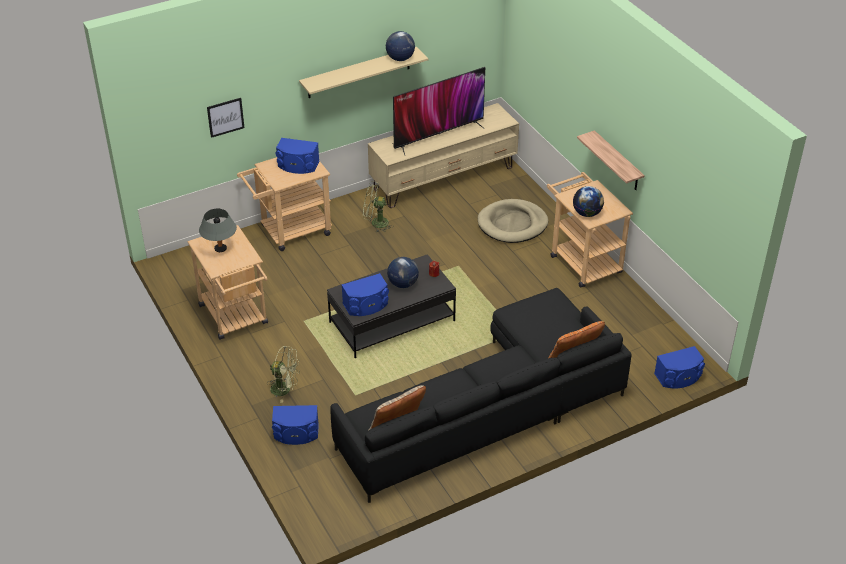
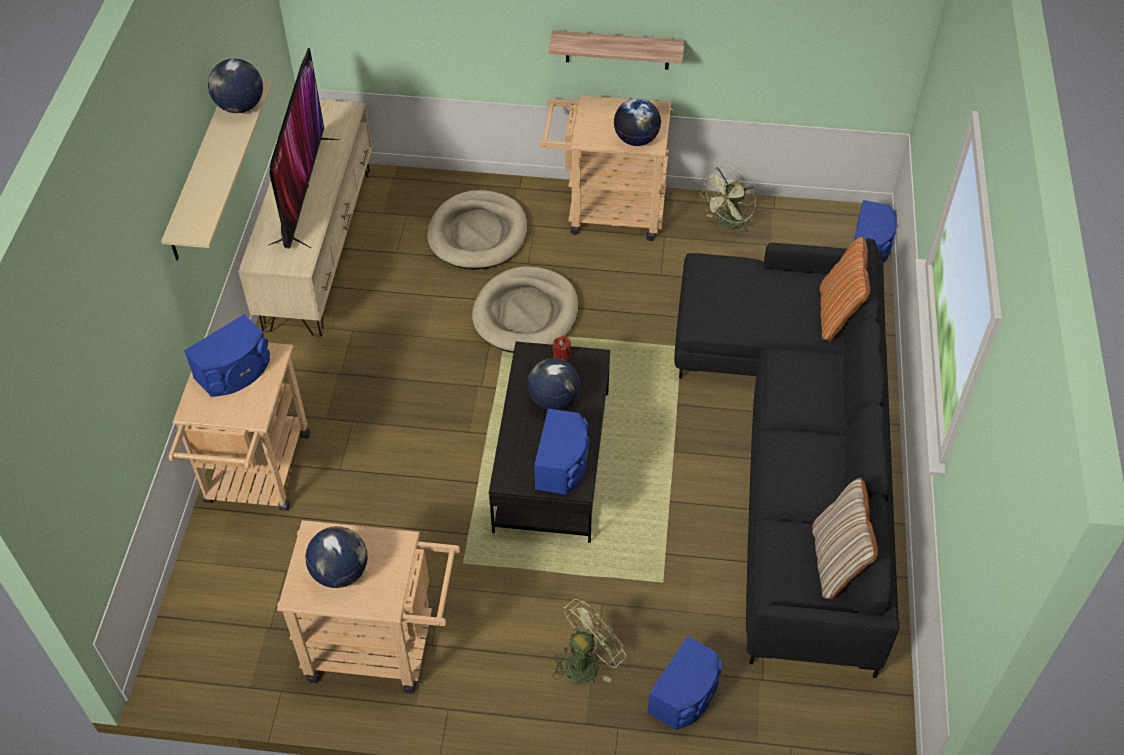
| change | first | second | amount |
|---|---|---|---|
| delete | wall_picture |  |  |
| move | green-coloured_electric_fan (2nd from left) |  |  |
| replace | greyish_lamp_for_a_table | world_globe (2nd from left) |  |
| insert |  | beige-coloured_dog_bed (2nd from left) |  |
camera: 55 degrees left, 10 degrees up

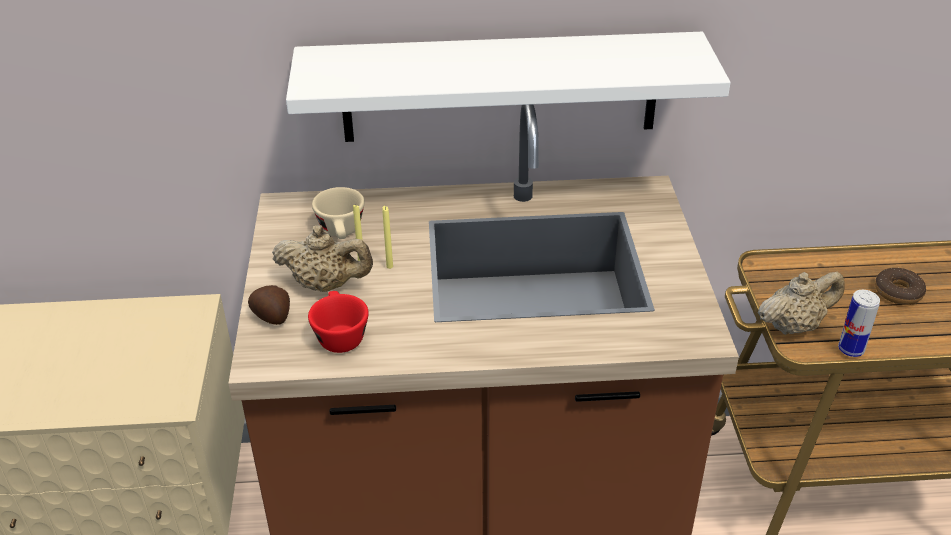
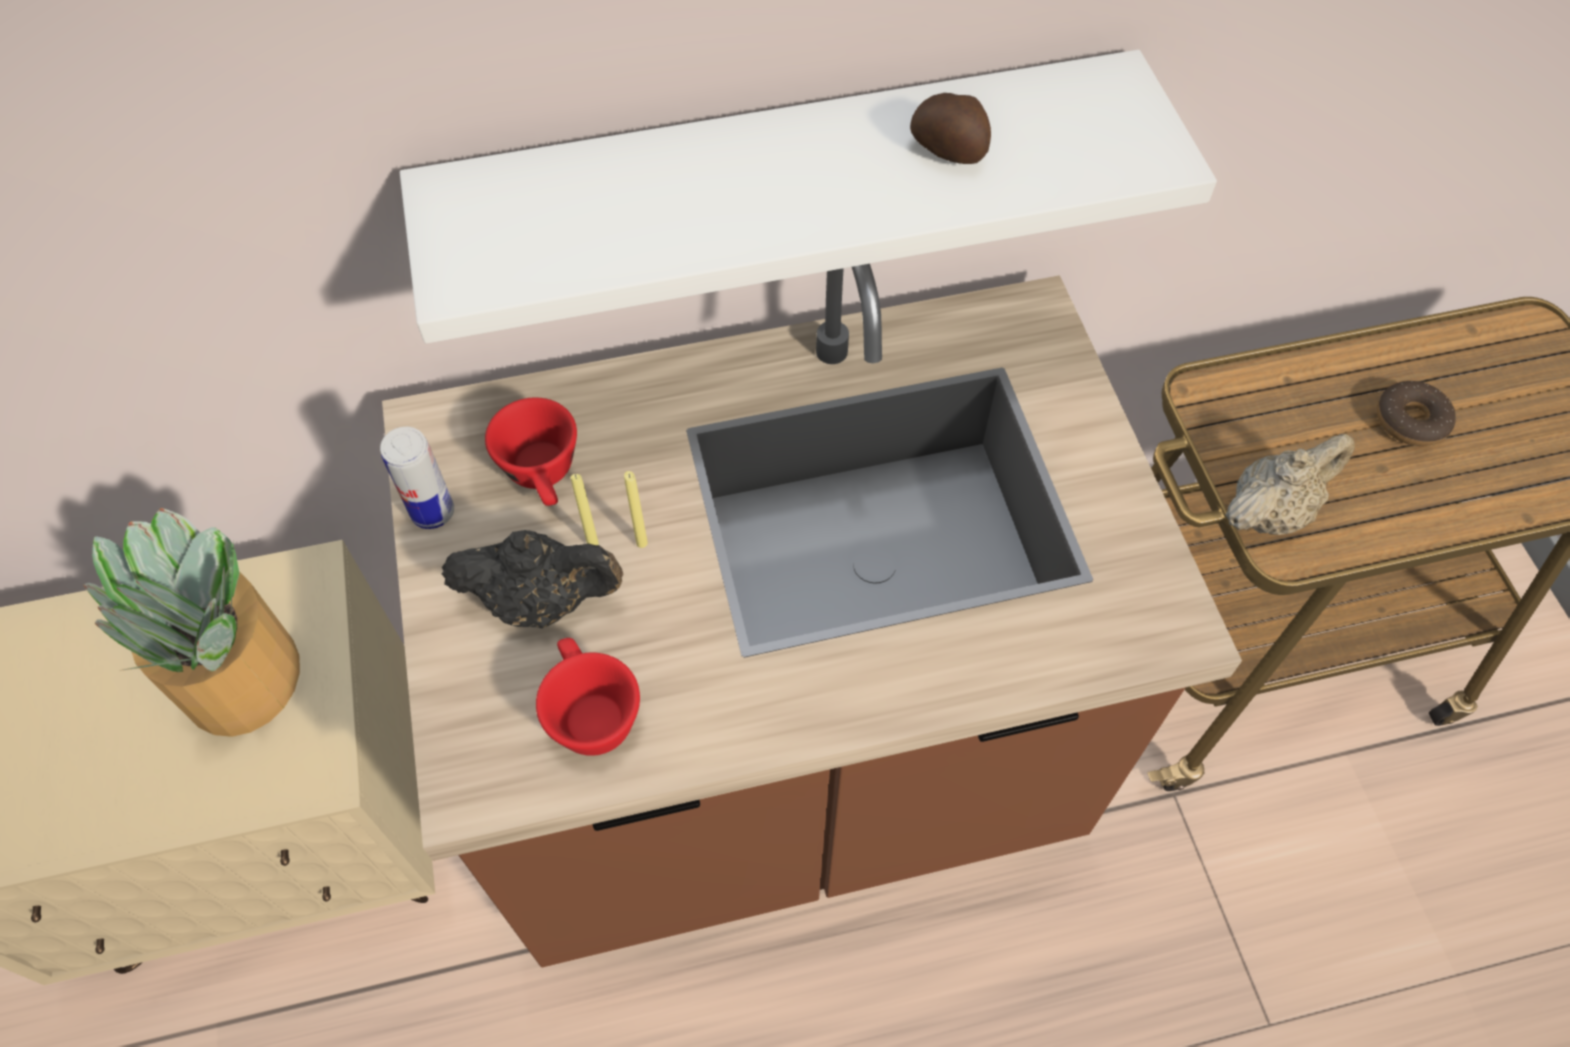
| change | first | second | amount |
|---|---|---|---|
| recolor | beige-coloured_cup | red-coloured_cup (1st from left) |  |
| recolor | beige-coloured_tea_pot (1st from left) | black-coloured_tea_pot |  |
| move | whole_potato |  |  |
| move | sealed_can |  |  |
| insert |  | houseplant |  |
camera: 10 degrees left, 20 degrees up

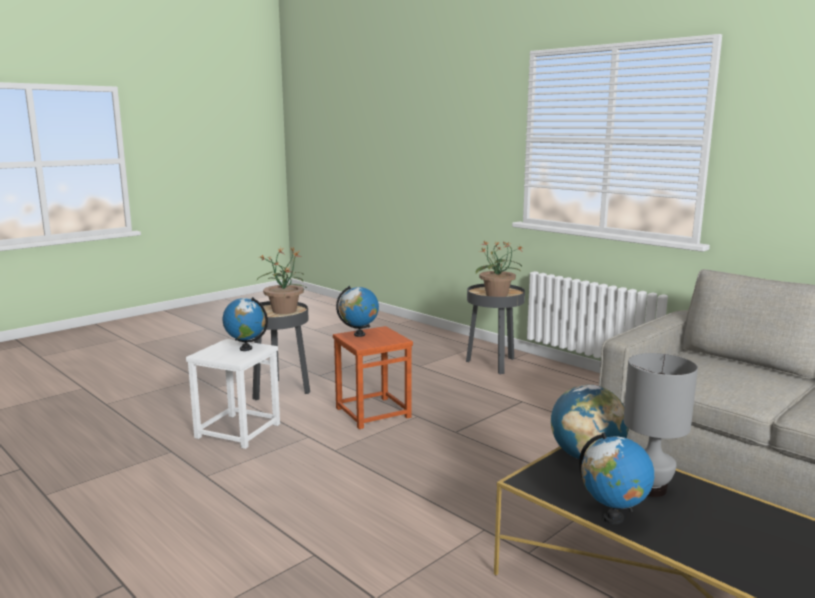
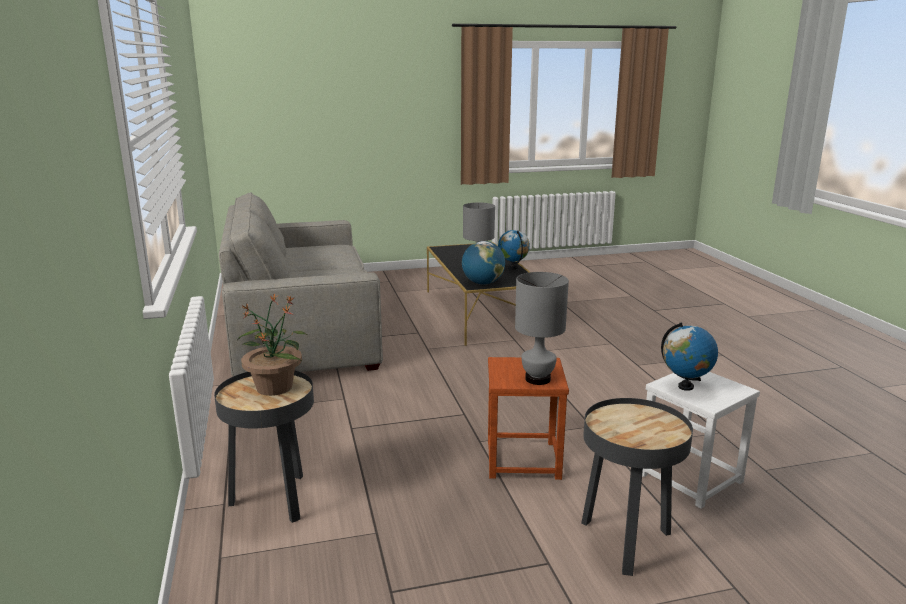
| change | first | second | amount |
|---|---|---|---|
| delete | houseplant (1st from left) |  |  |
| replace | world_globe (2nd from left) | greyish_lamp_for_a_table (2nd from left) |  |
camera: 150 degrees left, 5 degrees up

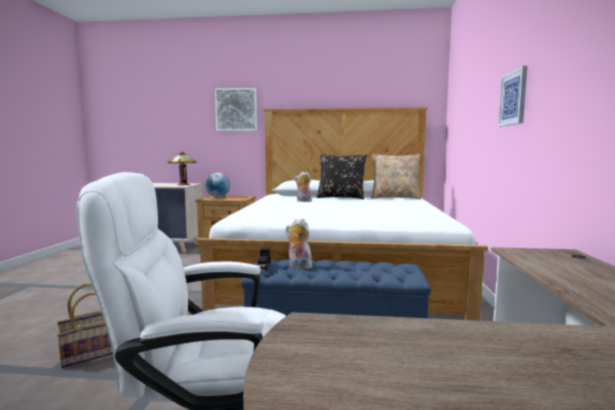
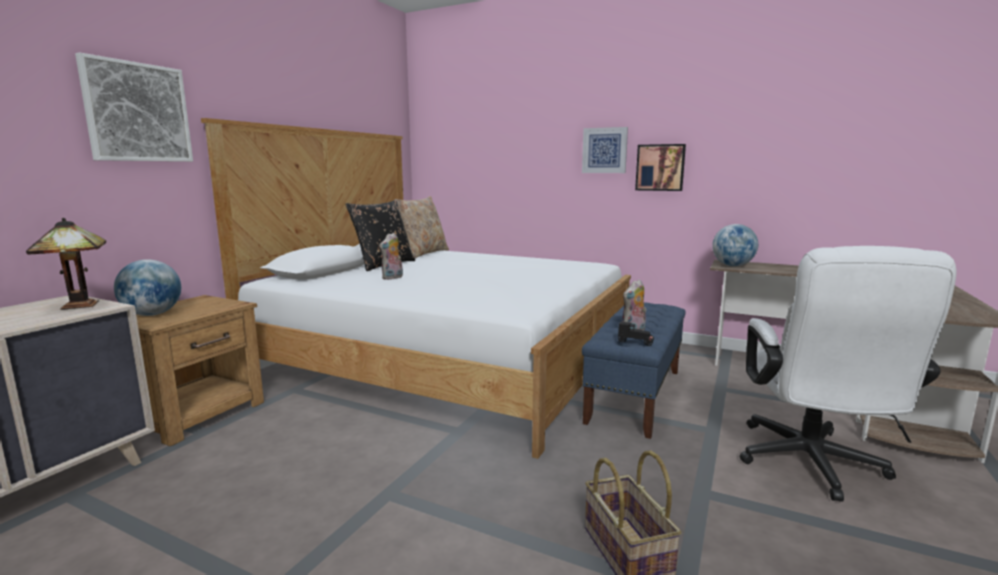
| change | first | second | amount |
|---|---|---|---|
| insert |  | wall_picture (3rd from left) |  |
| insert |  | world_globe (2nd from left) |  |
camera: 70 degrees left, 5 degrees up

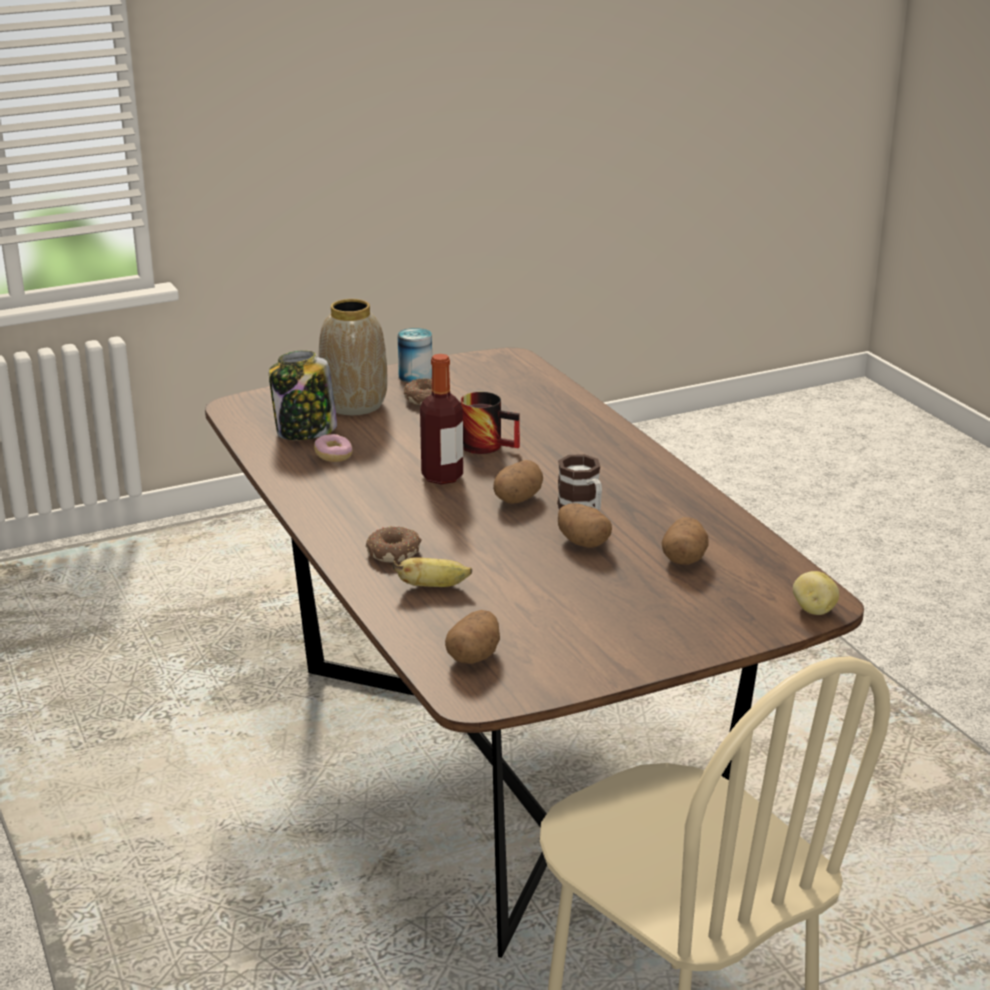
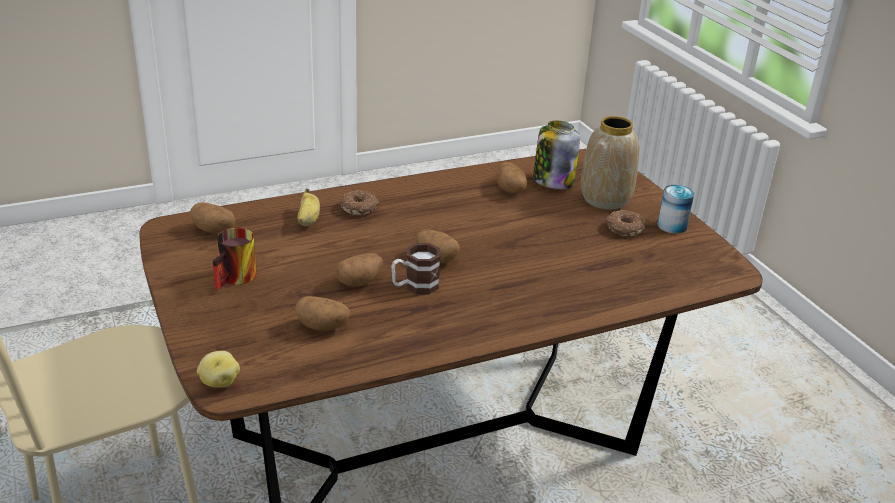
| change | first | second | amount |
|---|---|---|---|
| delete | beverage_bottle |  |  |
| move | coffee_mug (1st from left) |  |  |
| replace | ring_doughnut (1st from left) | whole_potato (6th from left) |  |
camera: 90 degrees right, 5 degrees up

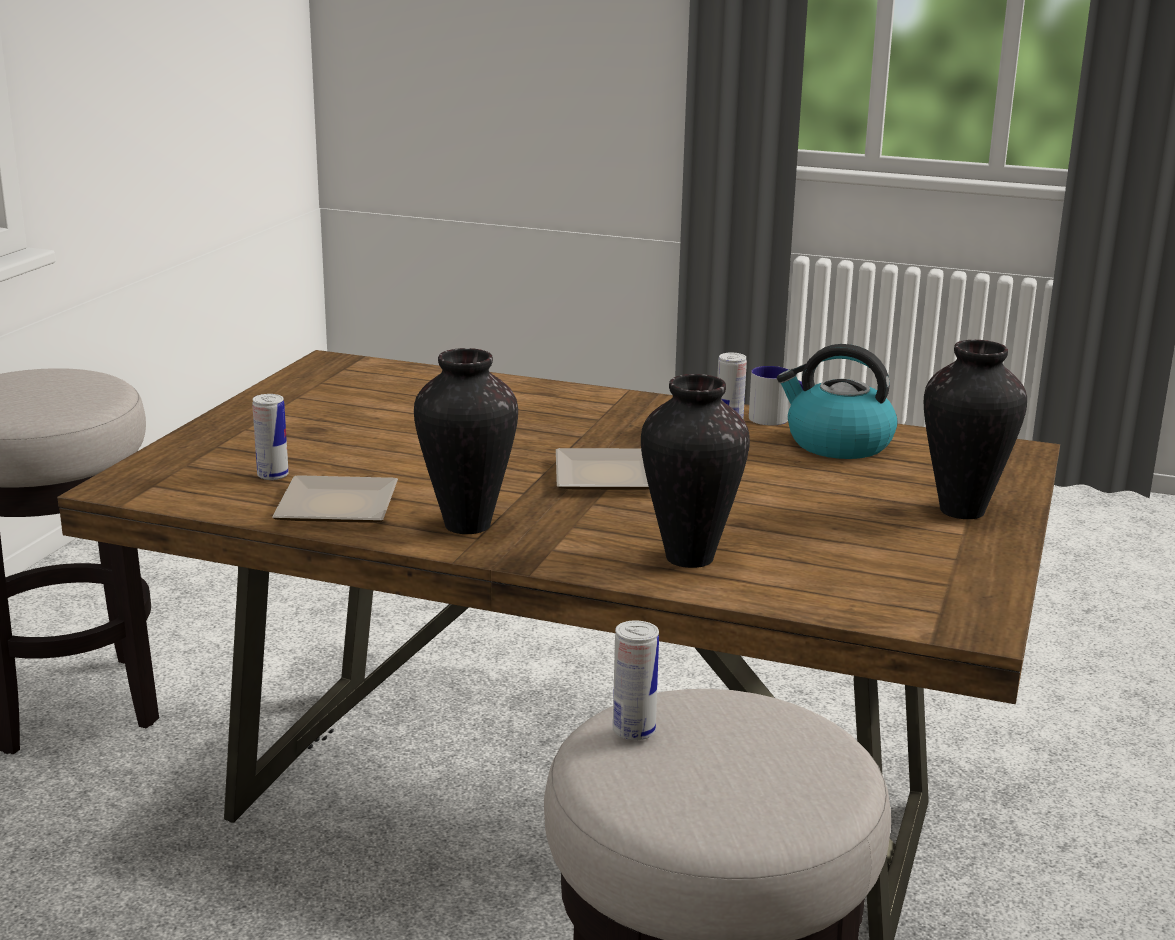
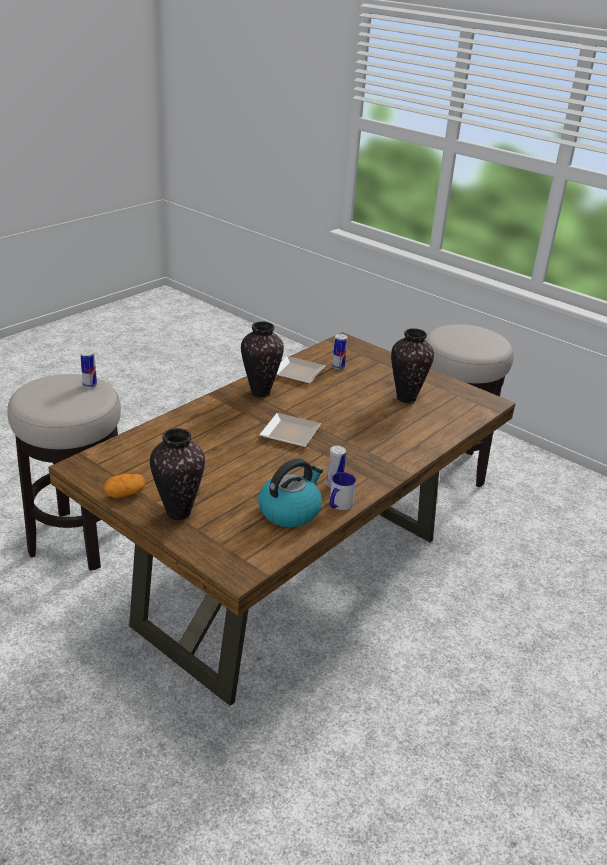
| change | first | second | amount |
|---|---|---|---|
| move | vase (2nd from left in the first image) | vase (3rd from left) |  |
| insert |  | whole_potato |  |
camera: 110 degrees right, 10 degrees up

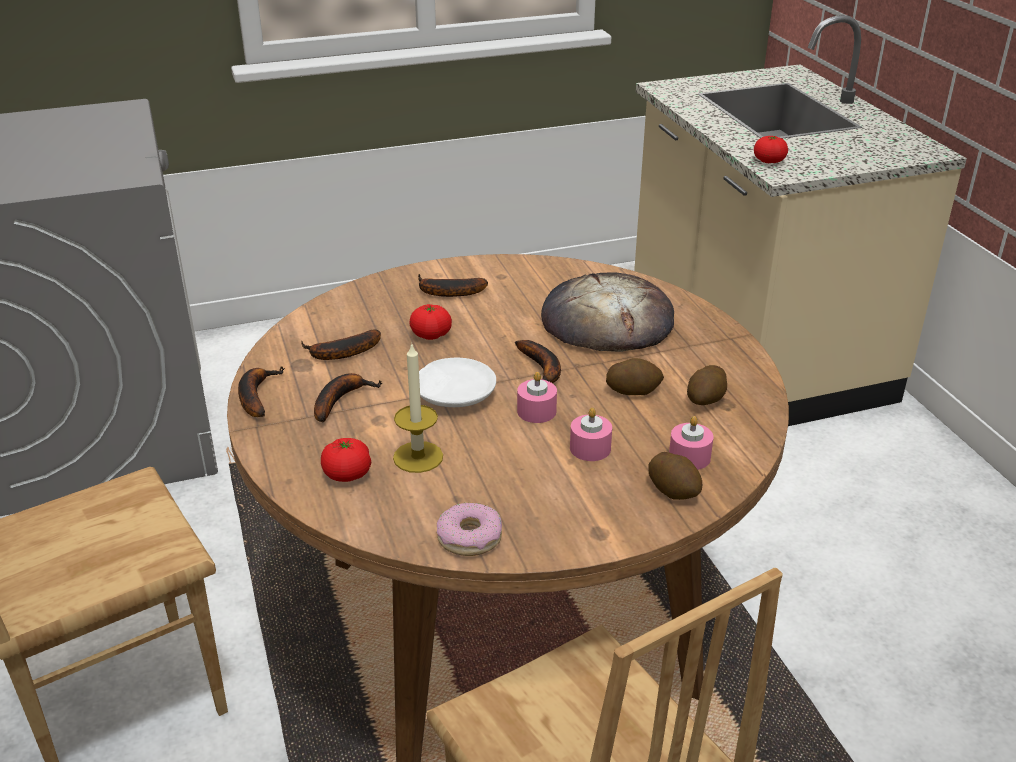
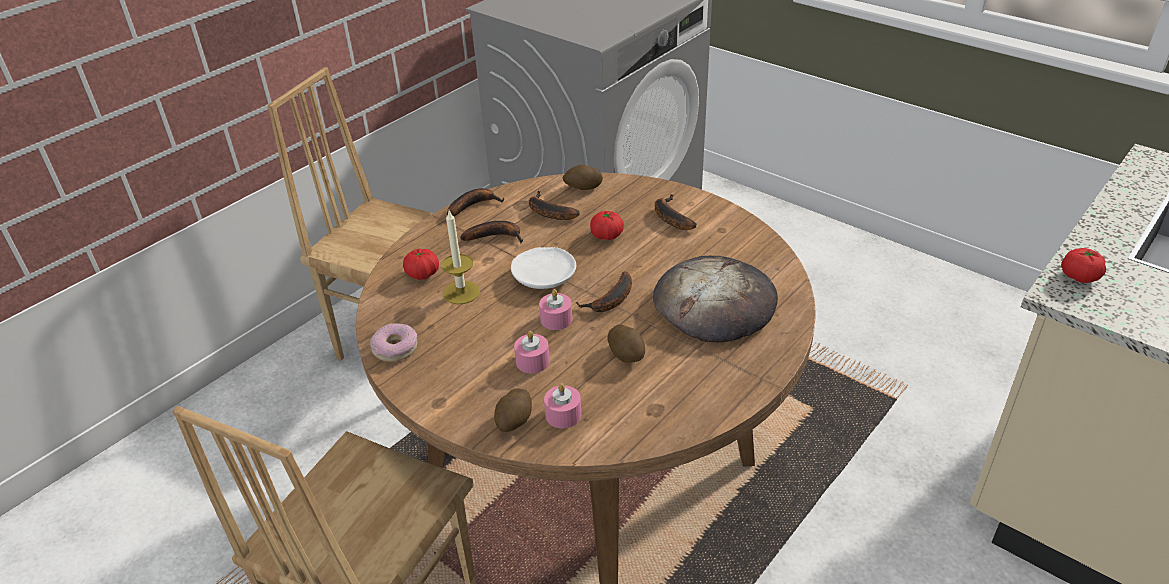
| change | first | second | amount |
|---|---|---|---|
| move | whole_potato (3rd from left in the first image) | whole_potato (2nd from left) |  |
camera: 60 degrees right, 5 degrees up

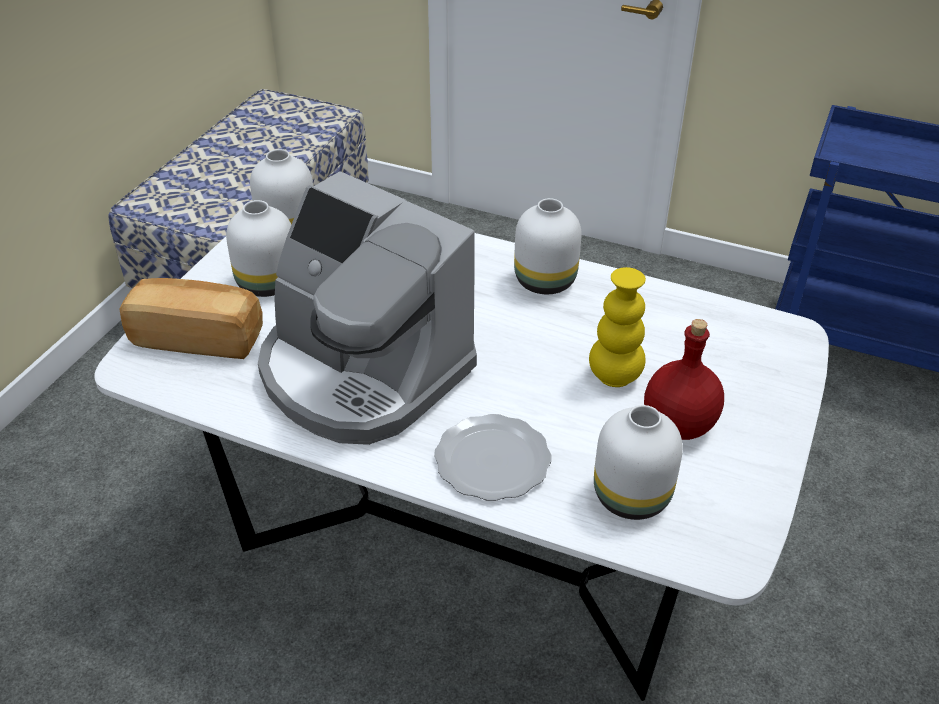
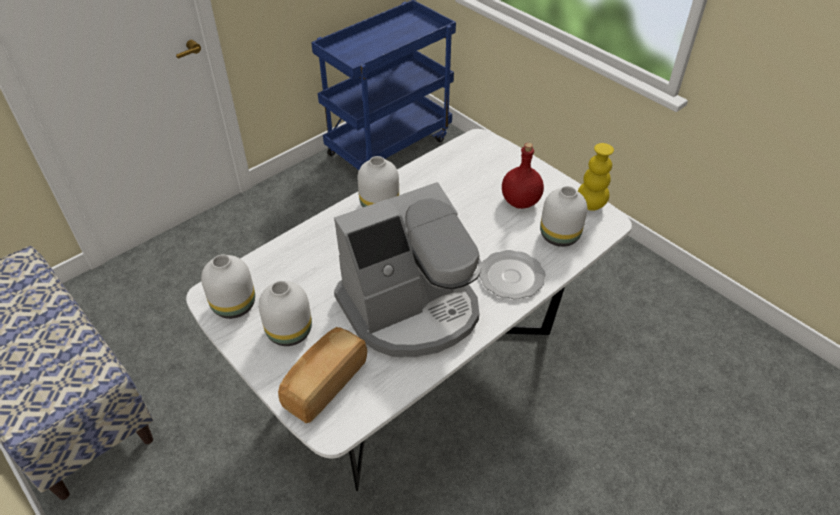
| change | first | second | amount |
|---|---|---|---|
| move | yellow_vase |  |  |
camera: 65 degrees left, 5 degrees up

